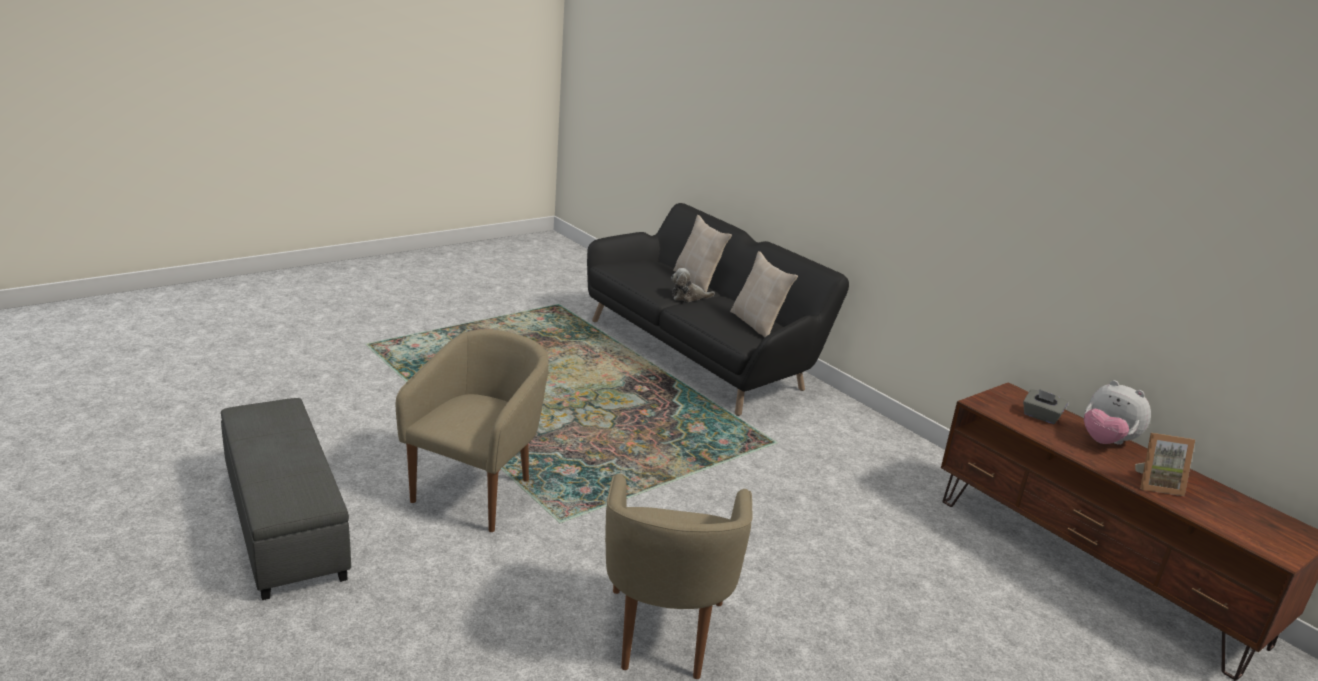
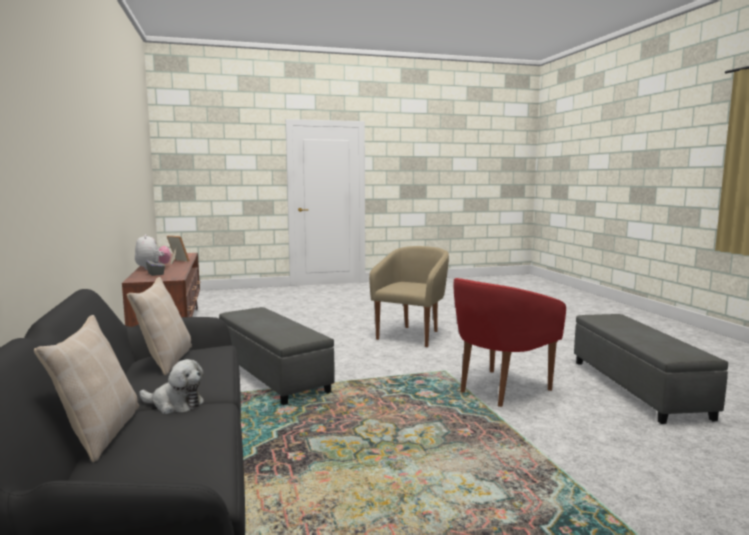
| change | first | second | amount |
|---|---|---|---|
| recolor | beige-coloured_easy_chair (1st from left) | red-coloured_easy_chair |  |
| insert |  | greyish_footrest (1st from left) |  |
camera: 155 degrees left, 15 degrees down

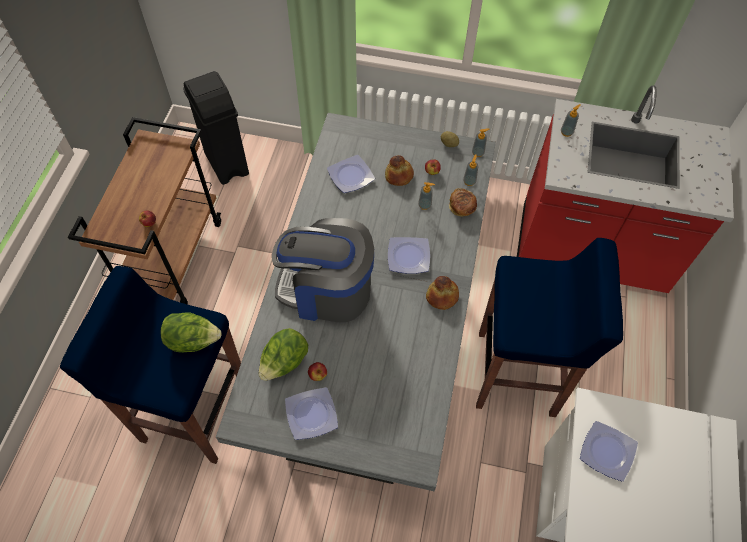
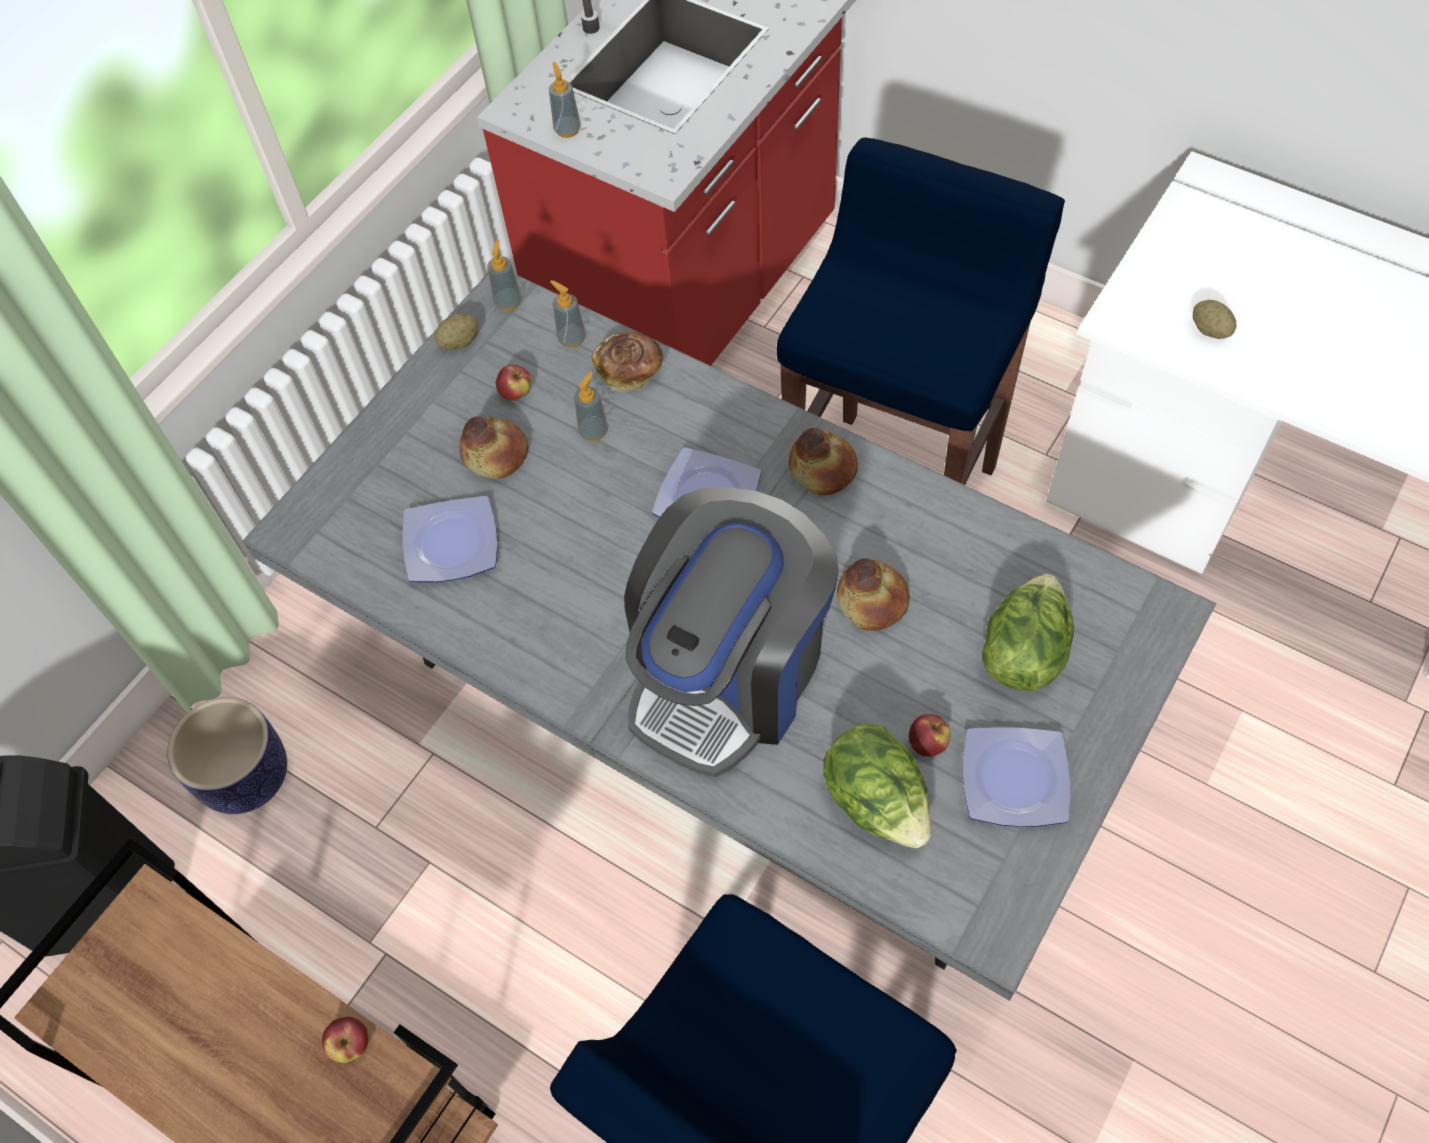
| change | first | second | amount |
|---|---|---|---|
| move | head_of_lettuce (1st from left in the first image) | head_of_lettuce (2nd from left) |  |
| replace | flat_dish (4th from left) | whole_potato (2nd from left) |  |
| insert |  | bakery_bread (4th from left) |  |
| insert |  | flower_pot |  |
camera: 65 degrees left, 0 degrees up

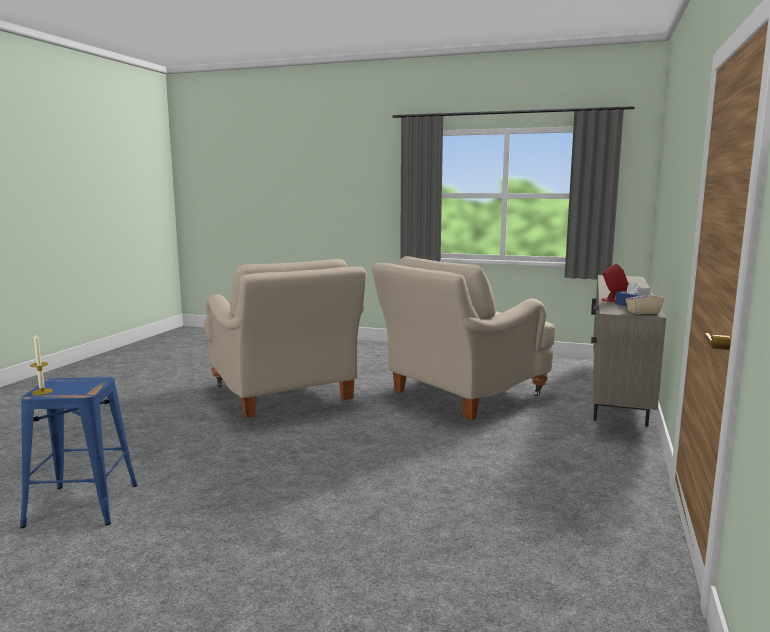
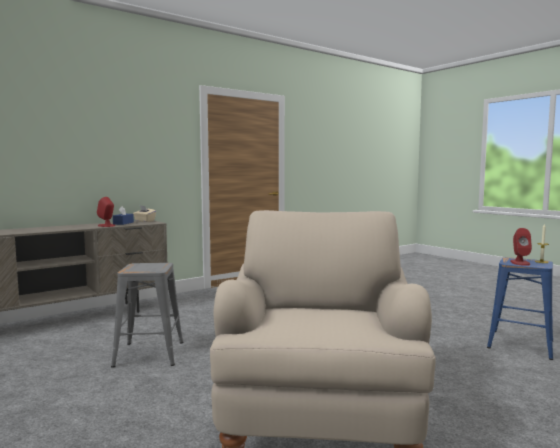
| change | first | second | amount |
|---|---|---|---|
| replace | beige-coloured_easy_chair (2nd from left) | greyish_stool_seat |  |
| insert |  | red-coloured_loudspeaker (2nd from left) |  |
camera: 145 degrees left, 5 degrees down

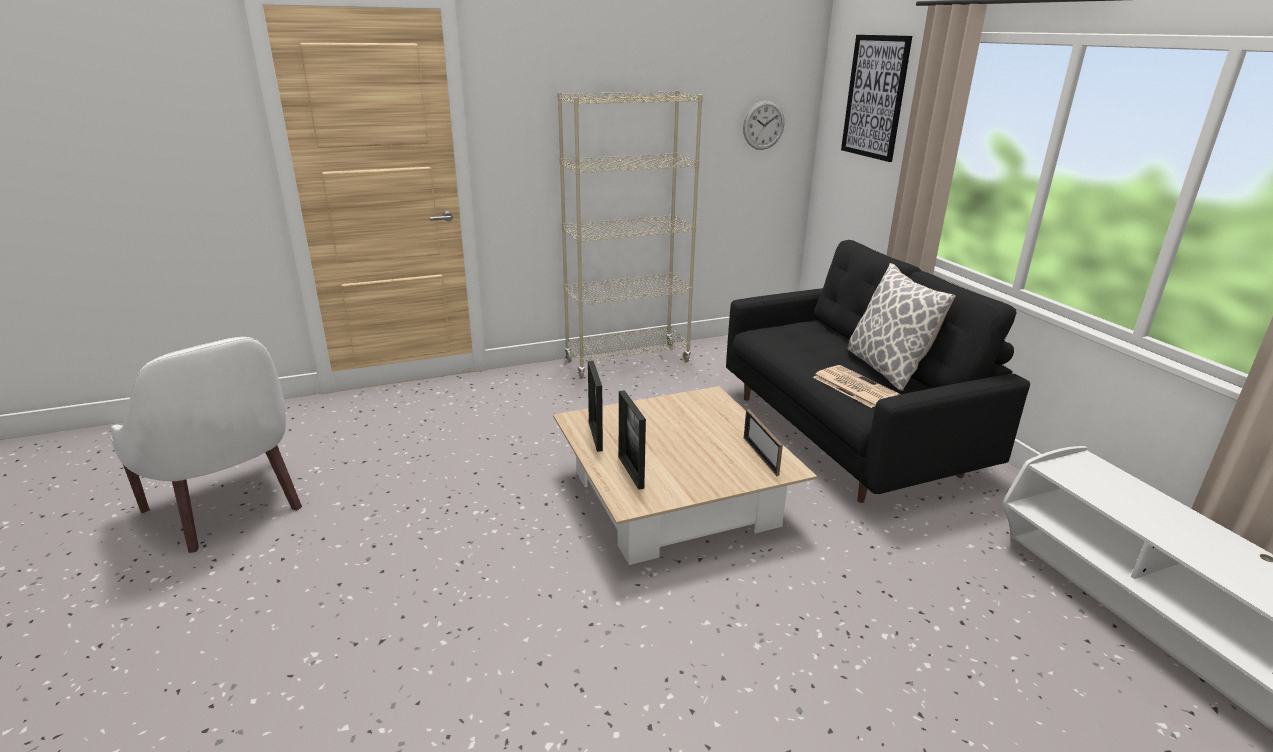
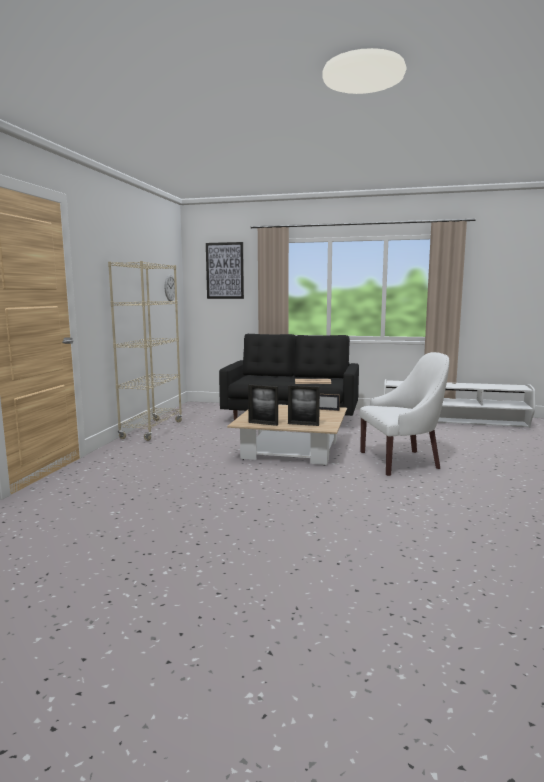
| change | first | second | amount |
|---|---|---|---|
| delete | throw_pillow |  |  |
| move | white-coloured_easy_chair |  |  |
camera: 55 degrees left, 15 degrees down

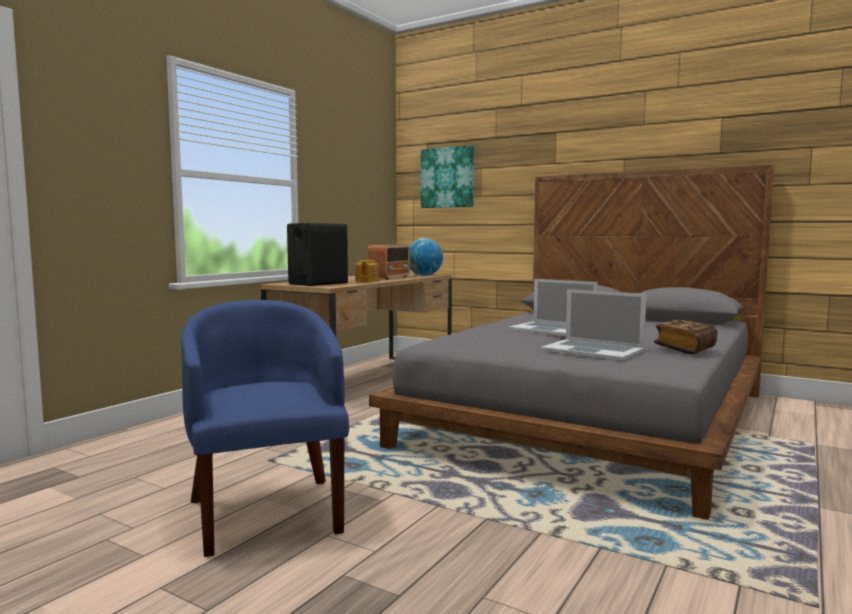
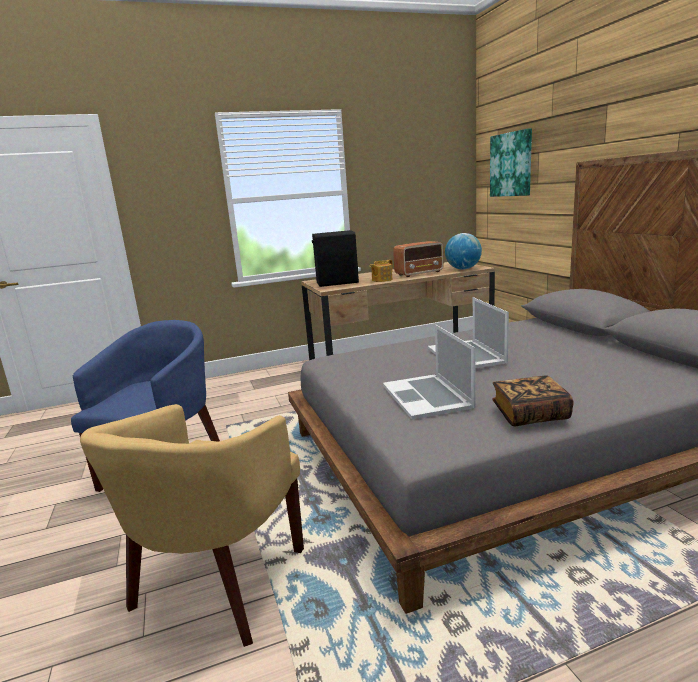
| change | first | second | amount |
|---|---|---|---|
| insert |  | yellow_easy_chair |  |
camera: 40 degrees right, 10 degrees up

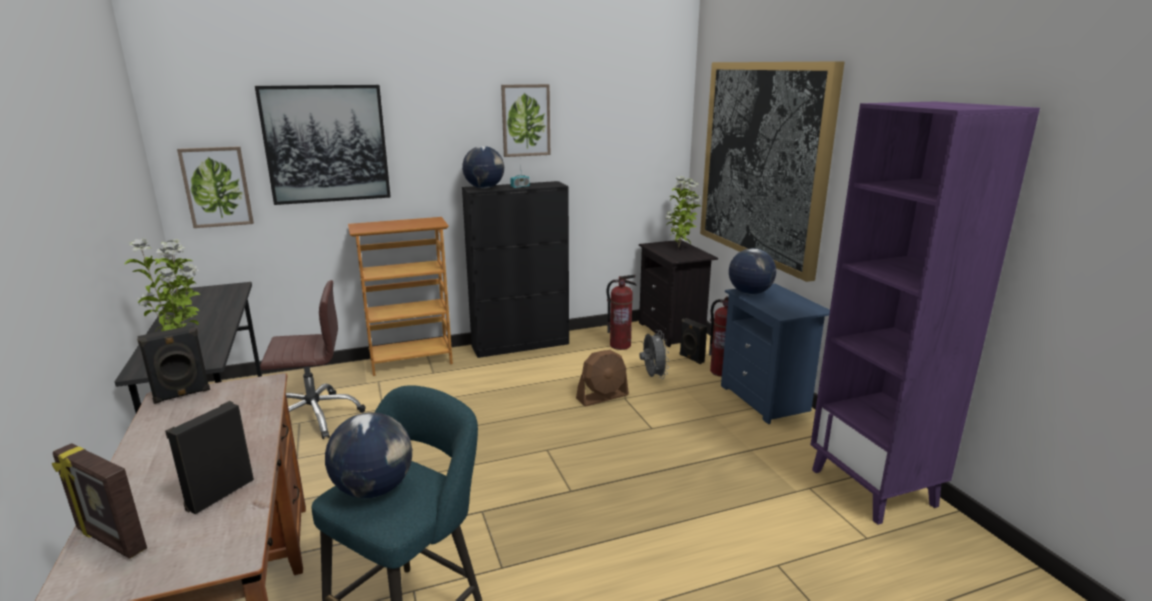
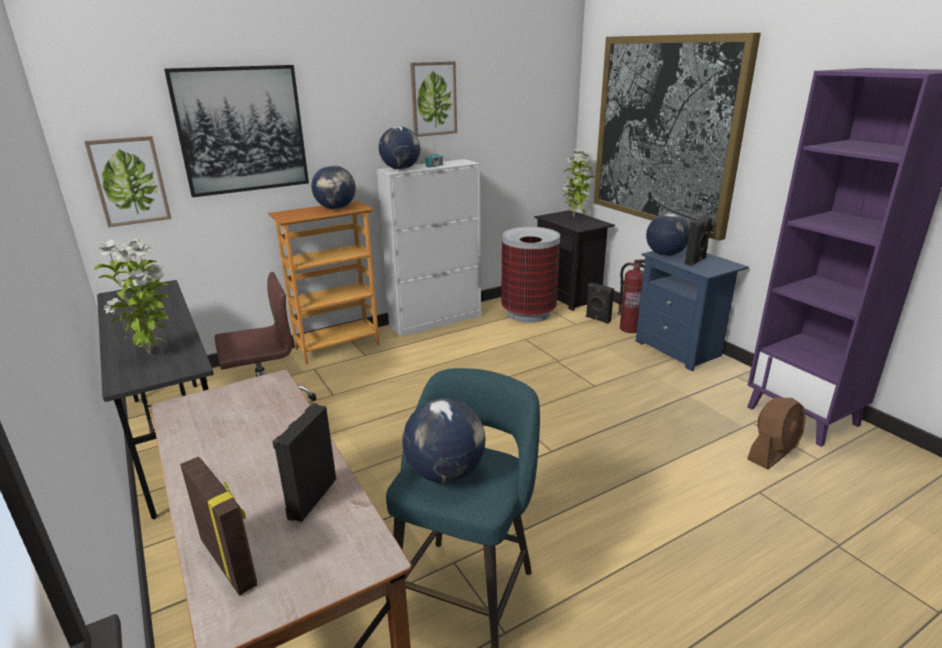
| change | first | second | amount |
|---|---|---|---|
| recolor | black-coloured_cabinet | white-coloured_cabinet |  |
| replace | extinguisher (1st from left) | rubbish_bin |  |
| move | black-coloured_loudspeaker (1st from left in the first image) | black-coloured_loudspeaker (3rd from left) |  |
| delete | greyish_electric_fan |  |  |
| move | brown_electric_fan |  |  |
| rotate | picture_frame |  | 150 degrees counterclockwise |
| insert |  | world_globe (1st from left) |  |
camera: 10 degrees left, 5 degrees up

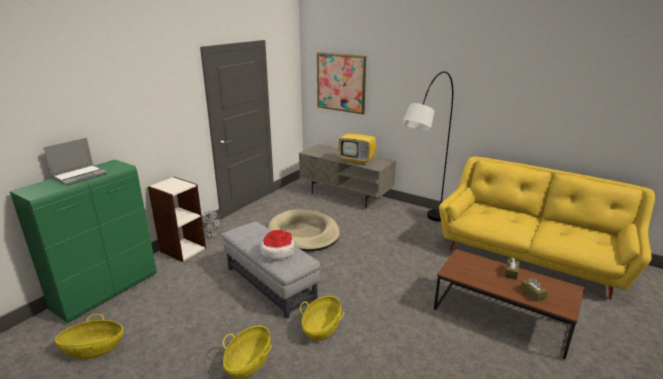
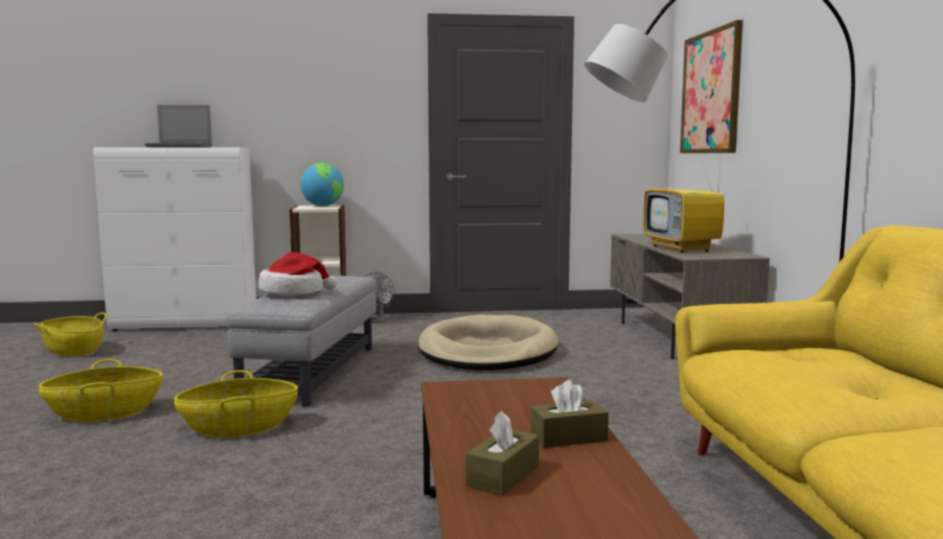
| change | first | second | amount |
|---|---|---|---|
| recolor | green-coloured_cabinet | white-coloured_cabinet |  |
| insert |  | world_globe |  |
camera: 50 degrees right, 15 degrees down

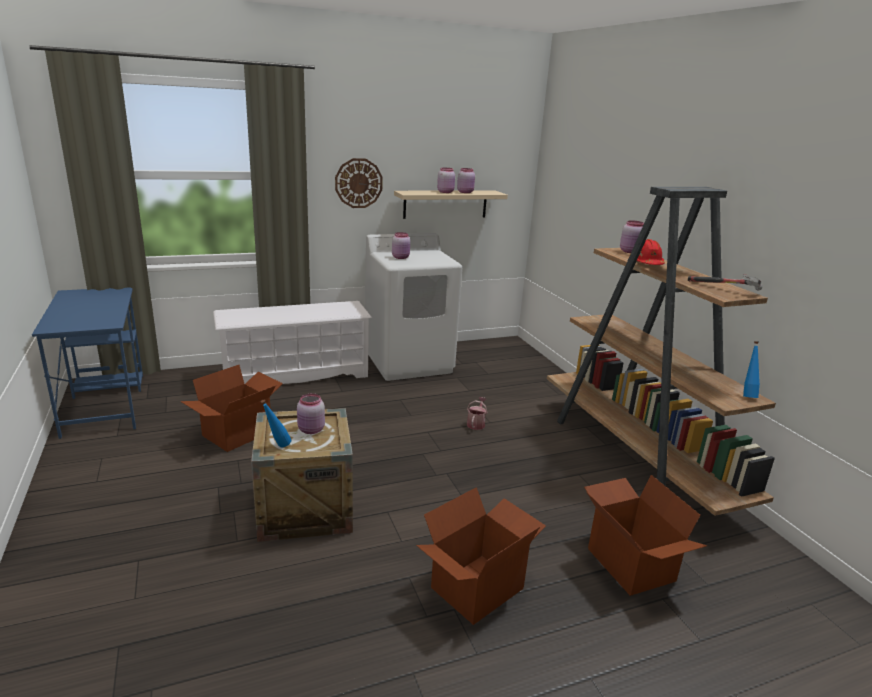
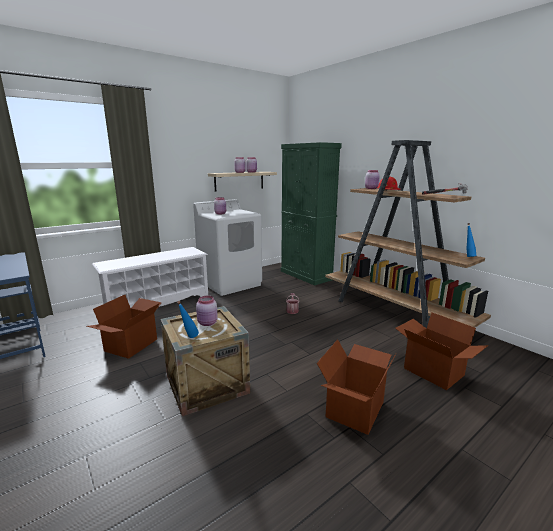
| change | first | second | amount |
|---|---|---|---|
| delete | clock_on_the_wall |  |  |
| insert |  | green-coloured_cabinet |  |
camera: 15 degrees left, 5 degrees down

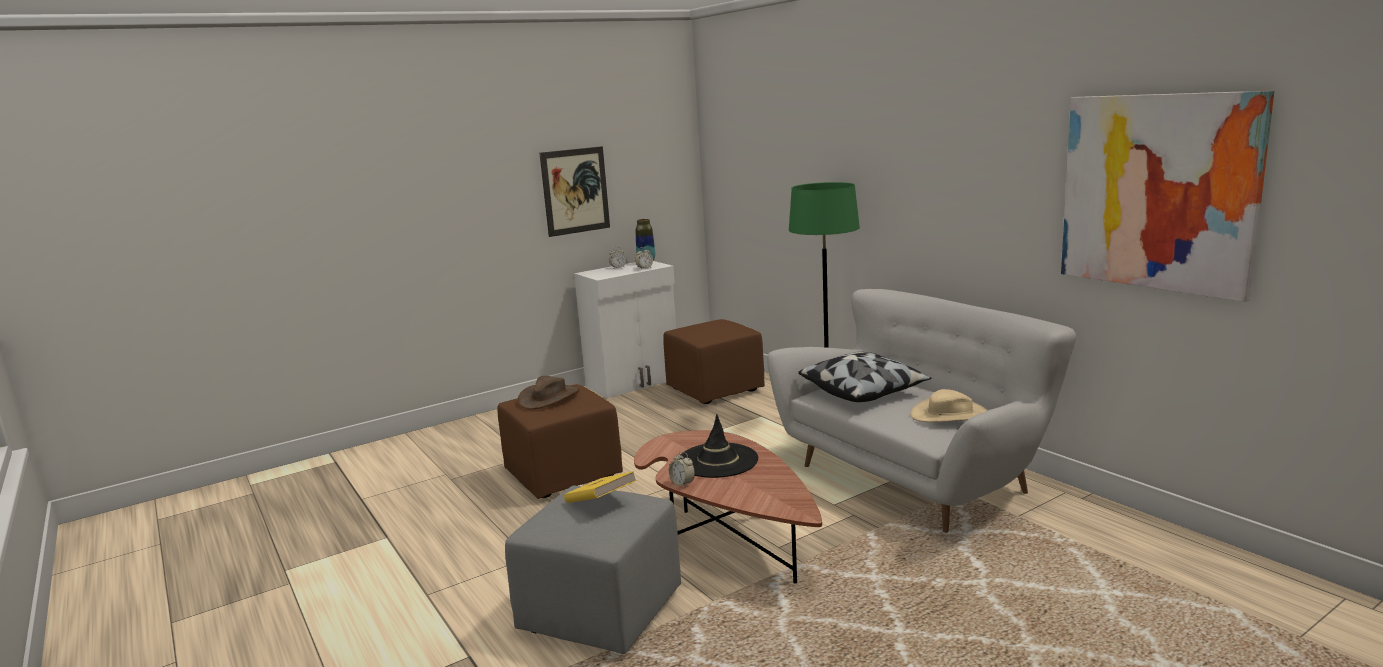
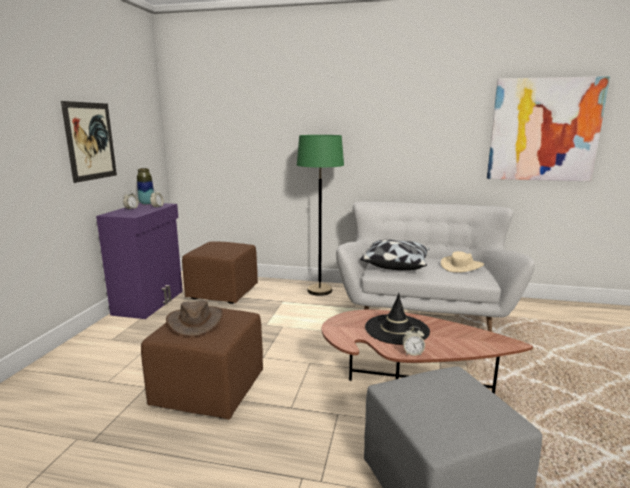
| change | first | second | amount |
|---|---|---|---|
| recolor | white-coloured_cabinet | purplish_cabinet |  |
| delete | yellow_book |  |  |
camera: 45 degrees left, 0 degrees up

